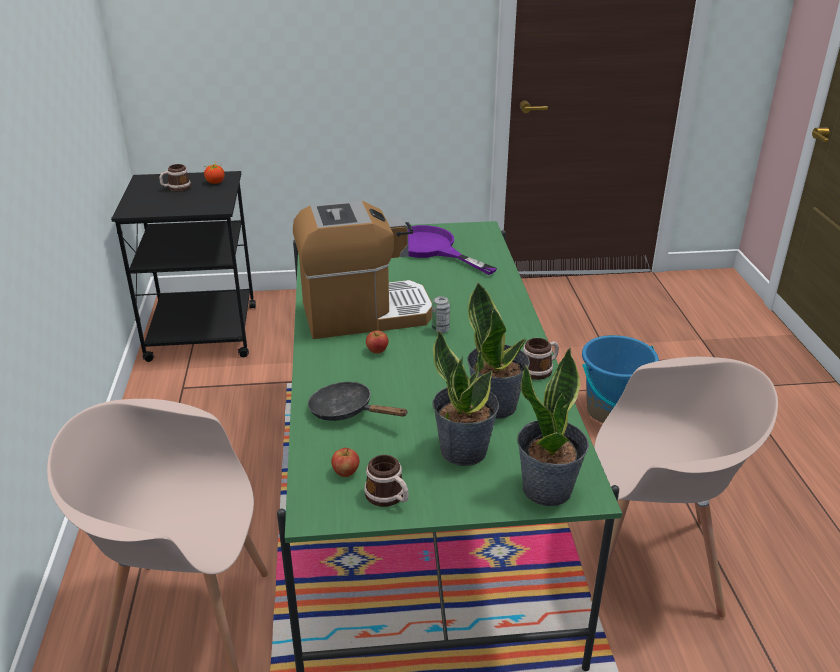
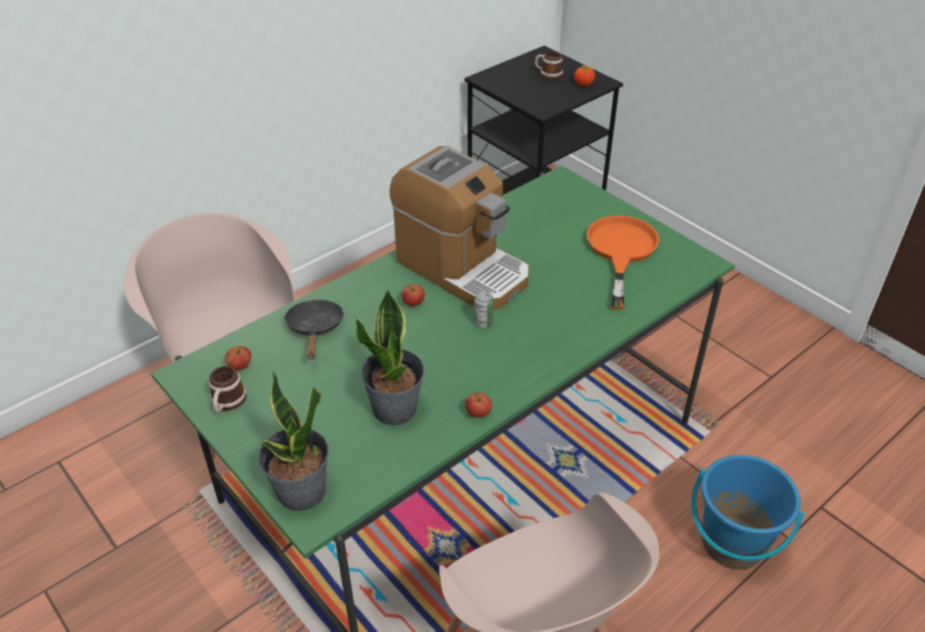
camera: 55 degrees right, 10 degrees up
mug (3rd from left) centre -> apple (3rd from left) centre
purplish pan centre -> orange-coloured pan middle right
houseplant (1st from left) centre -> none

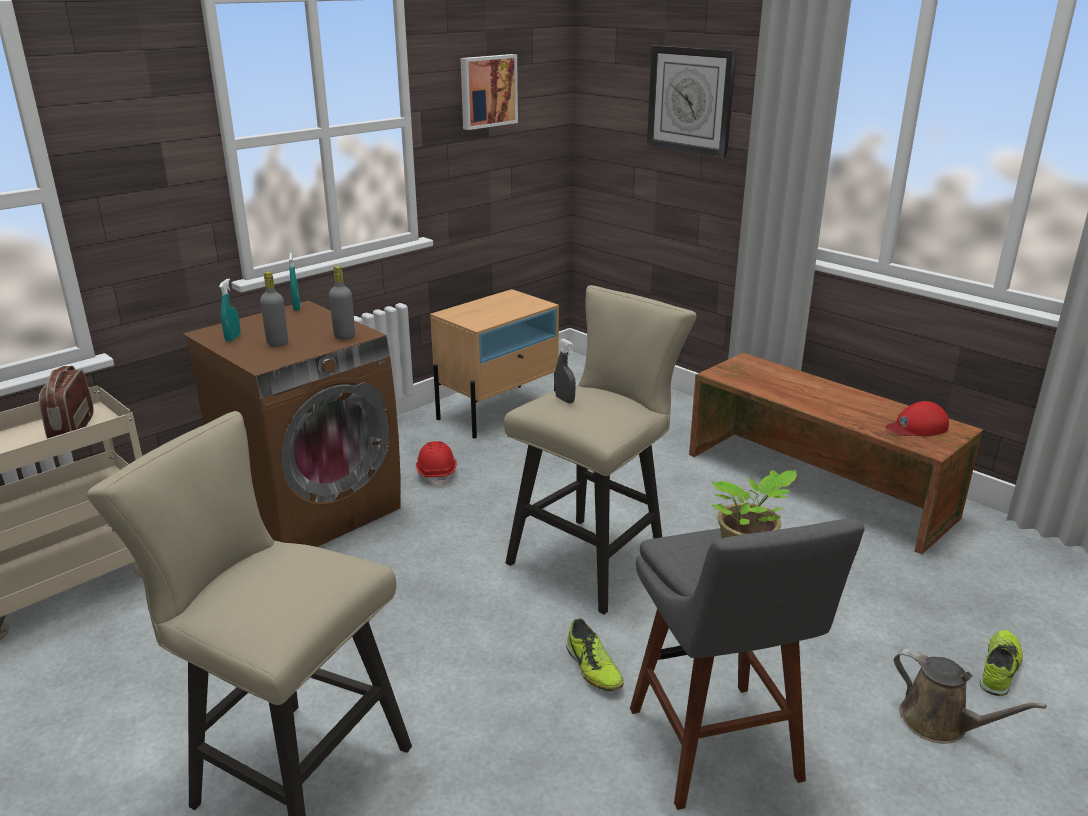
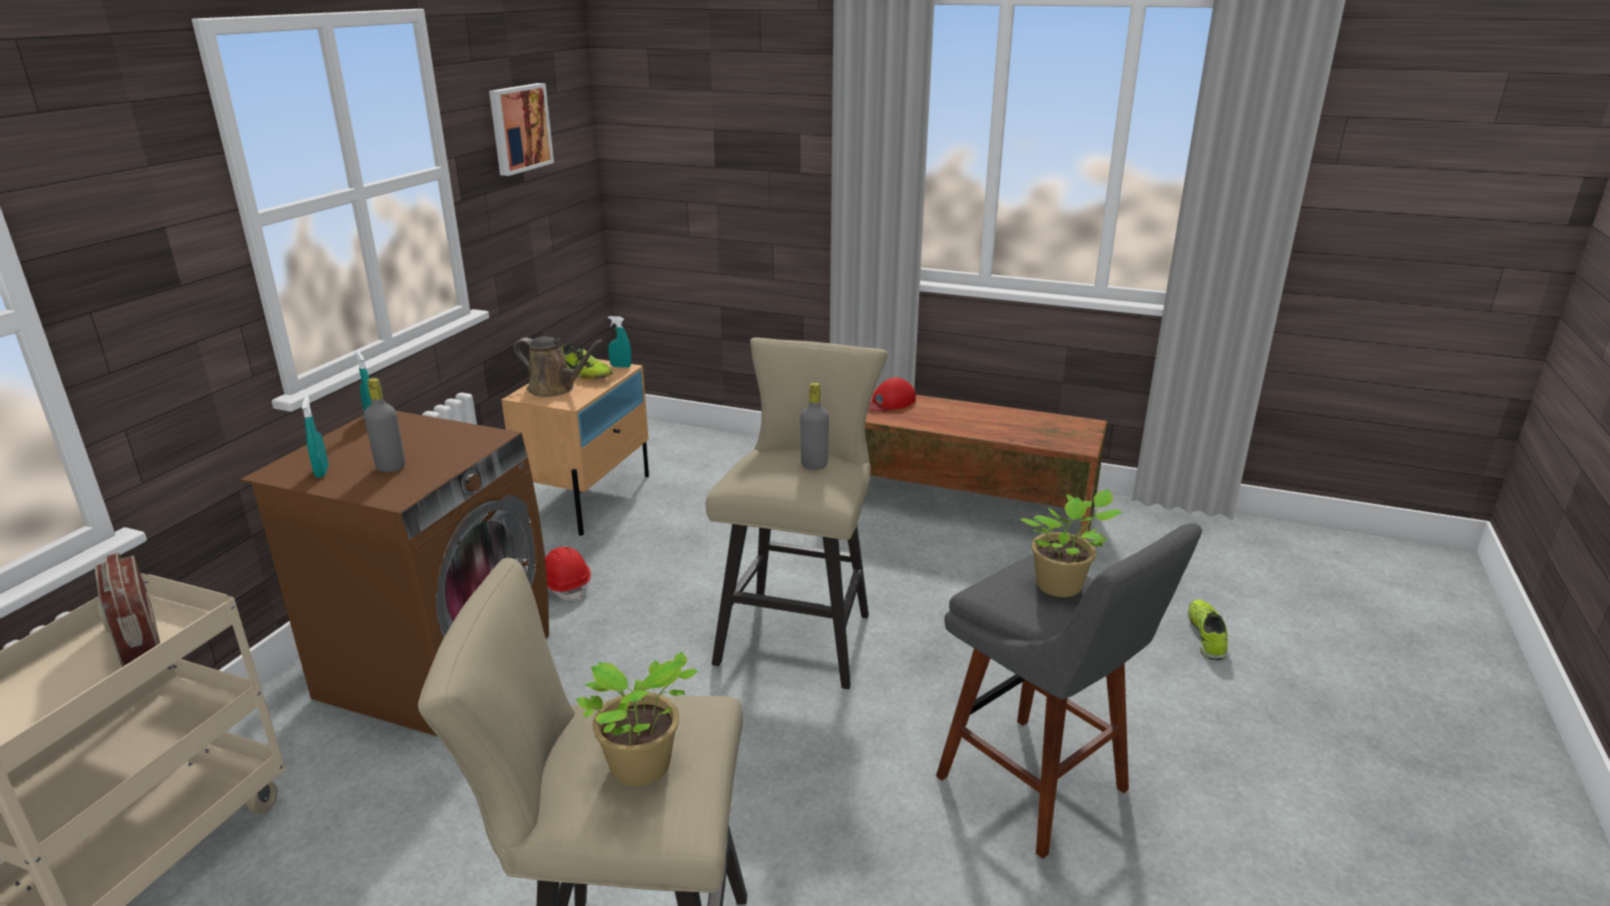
camera: 25 degrees left, 0 degrees up
brown-coloured watering pot bottom right -> brown-coloured watering pot centre, move
item of footwear (1st from left) bottom centre -> item of footwear (1st from left) centre, move
none -> houseplant (1st from left) bottom centre
none -> turquoise spray bottle (3rd from left) centre
grey bottle (2nd from left) middle left -> grey bottle (2nd from left) centre, move
red baseball cap middle right -> red baseball cap centre, move
grey spray bottle centre -> none
wall clock top centre -> none

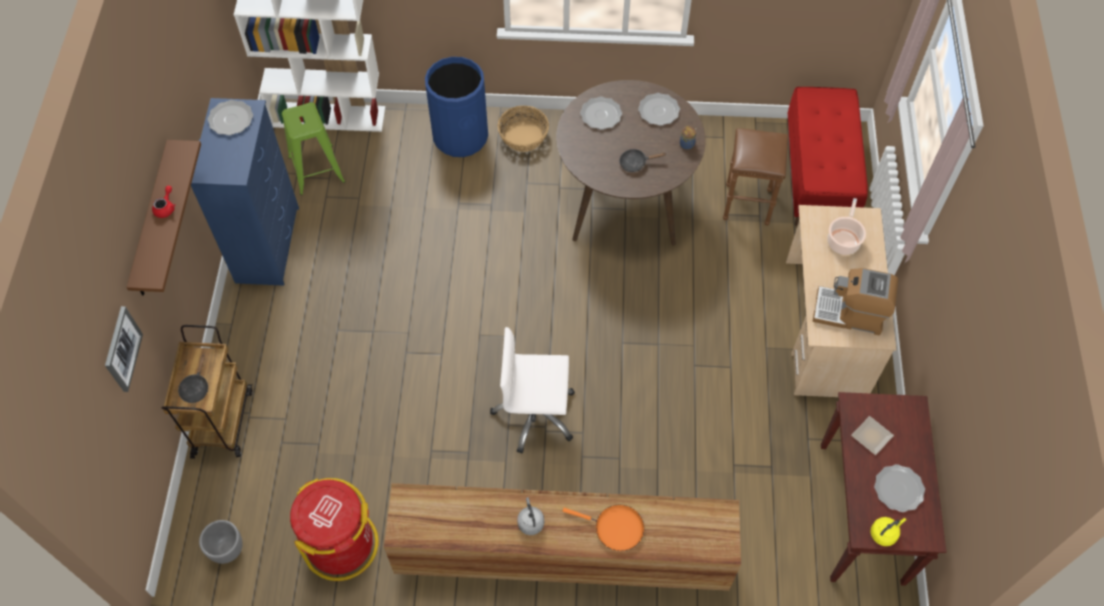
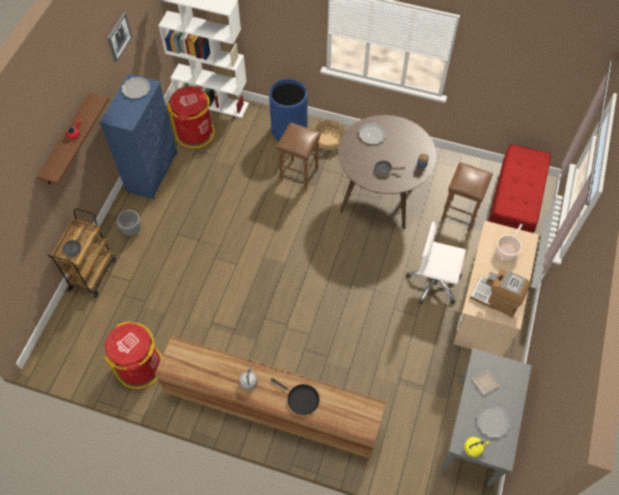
camera: 15 degrees right, 0 degrees up
wall picture middle left -> wall picture top left, move
grey plant pot bottom left -> grey plant pot middle left, move
greenish stool seat top left -> red waste bin (2nd from left) top left
orange-coloured pan bottom centre -> blackish pan (2nd from left) bottom centre
none -> brown-coloured stool seat (1st from left) top centre
whitish desk chair centre -> whitish desk chair middle right, move
brown-coloured hall table bottom right -> grey hall table bottom right
dinner plate (3rd from left) top centre -> none

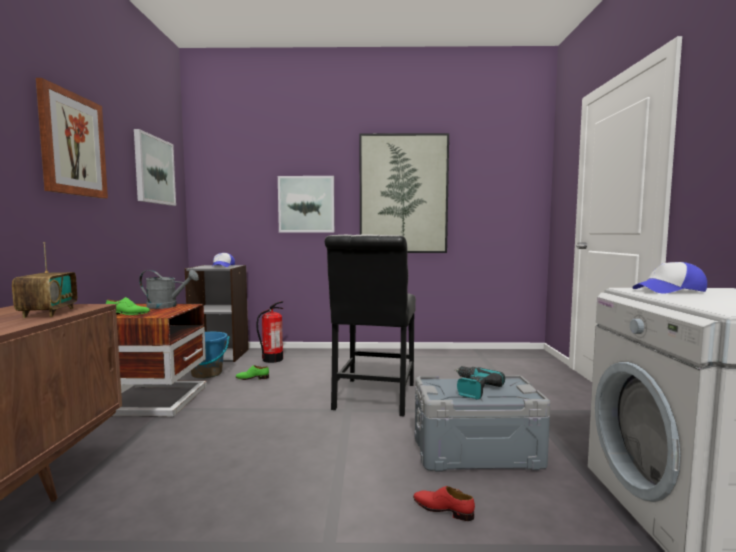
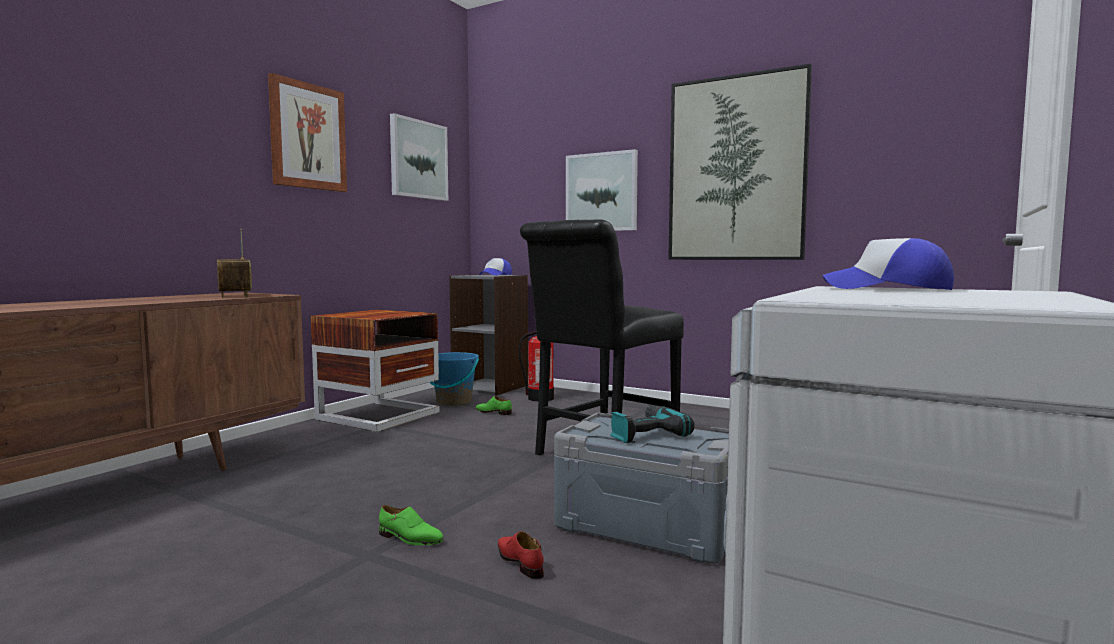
camera: 30 degrees right, 0 degrees up
radio receiver middle left, 135 degrees clockwise
greenish item of footwear (1st from left) middle left -> greenish item of footwear (1st from left) bottom centre, move
grey watering pot middle left -> none

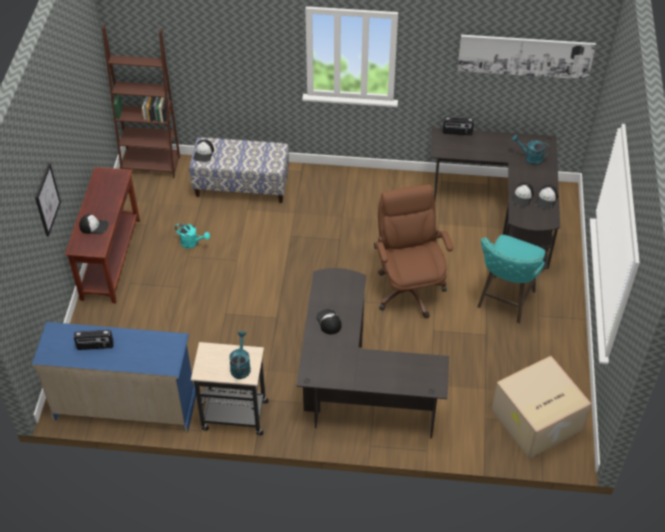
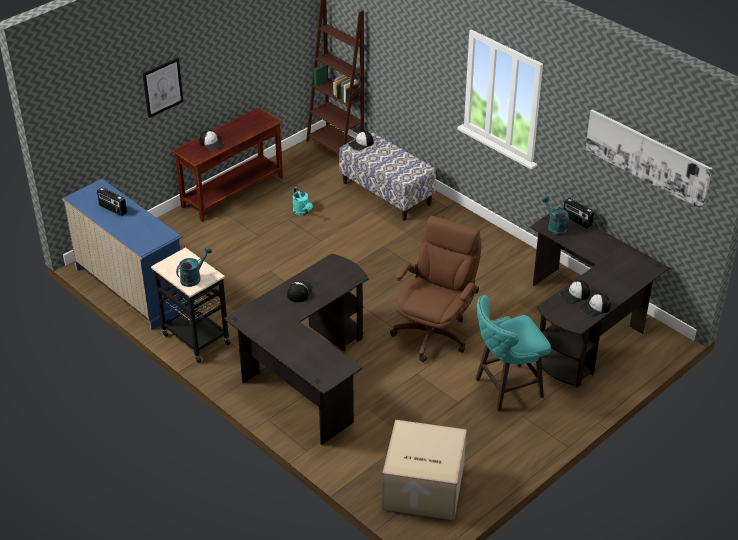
camera: 40 degrees right, 10 degrees down
turquoise watering pot (3rd from left) top right -> turquoise watering pot (3rd from left) middle right, move

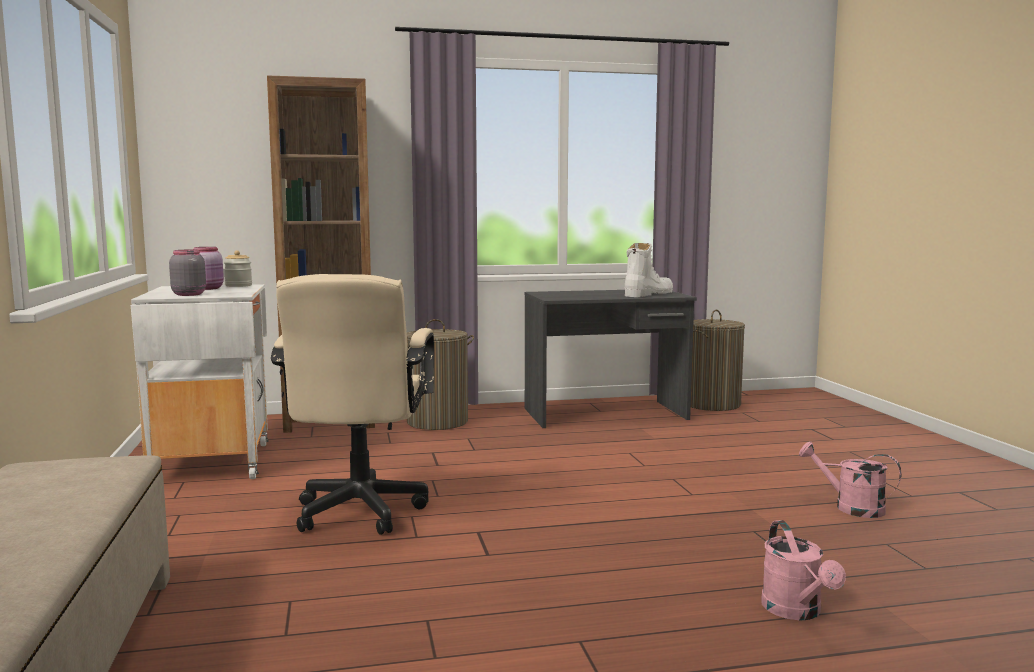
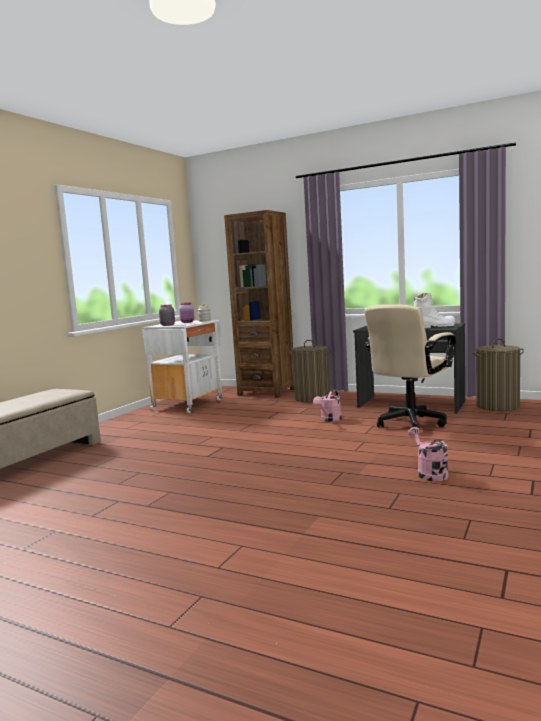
camera: 40 degrees right, 0 degrees up
pinkish watering pot (1st from left) bottom right -> pinkish watering pot (1st from left) centre, move
beige-coloured desk chair centre -> beige-coloured desk chair middle right, move

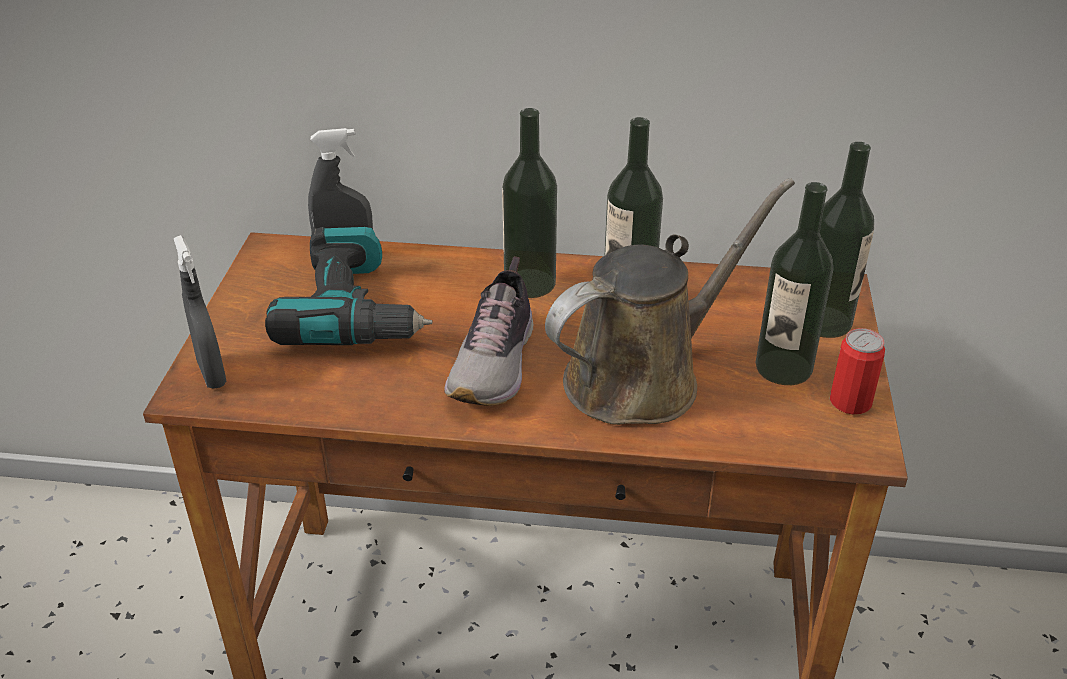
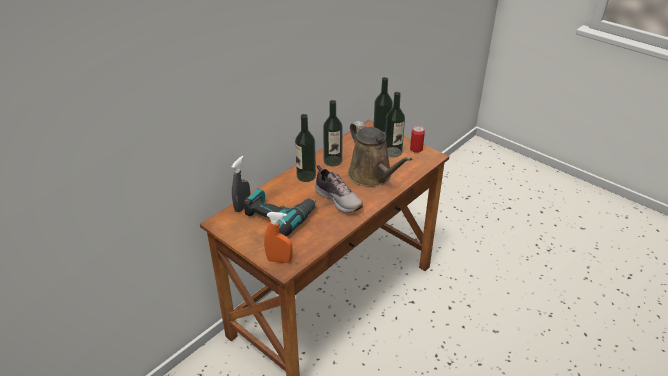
camera: 55 degrees left, 0 degrees up
grey spray bottle (1st from left) middle left -> orange-coloured spray bottle centre
brown-coloured watering pot centre, 150 degrees clockwise

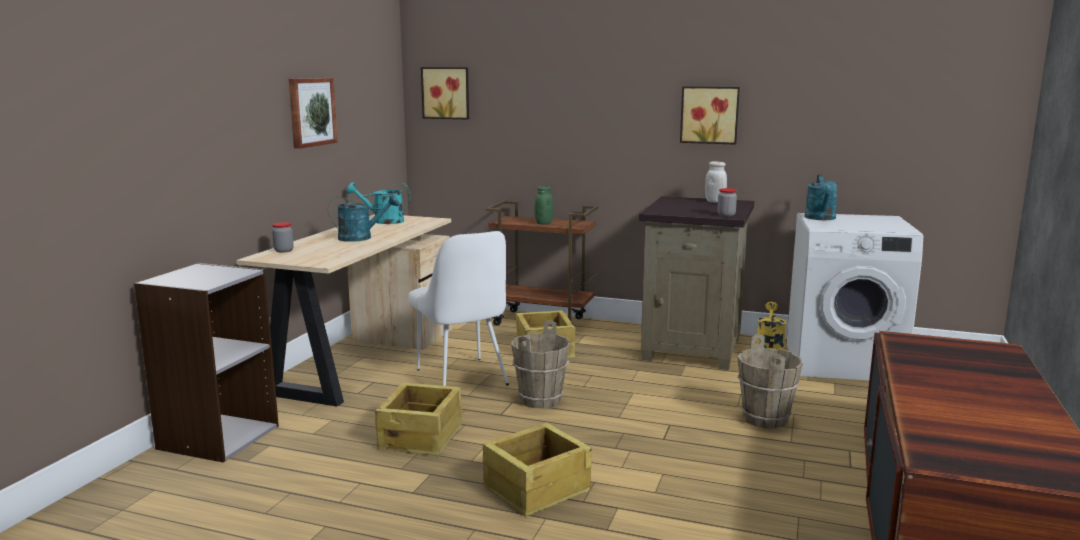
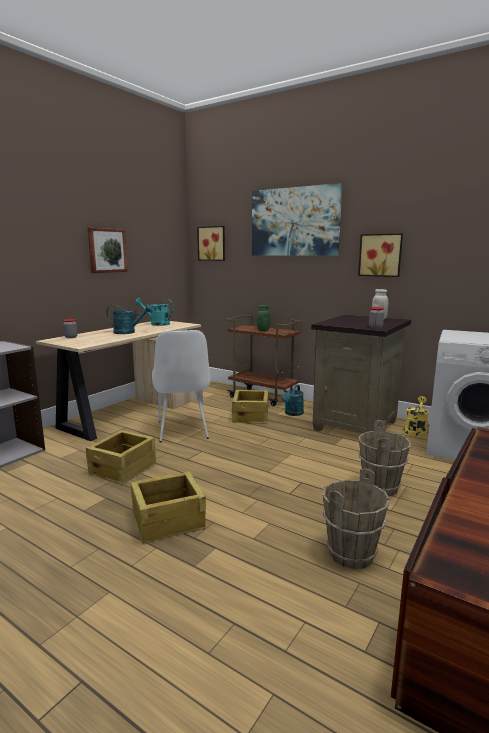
camera: 15 degrees right, 0 degrees up
none -> wall picture (3rd from left) top centre
turquoise watering pot (3rd from left) middle right -> turquoise watering pot (3rd from left) centre, move
brown-coloured bucket (1st from left) bottom centre -> brown-coloured bucket (1st from left) bottom right, move

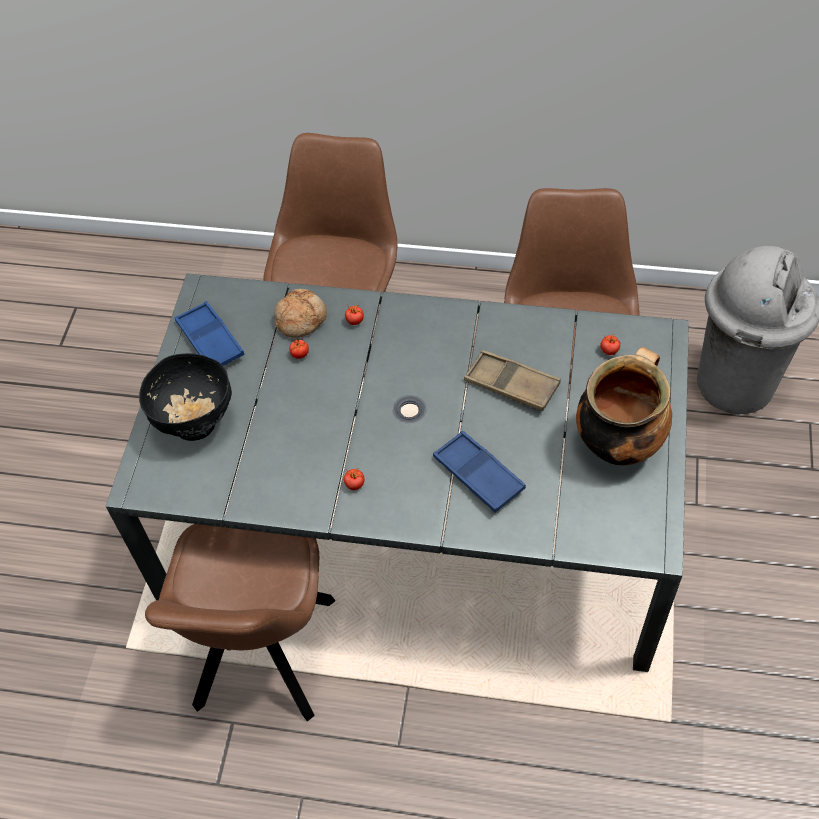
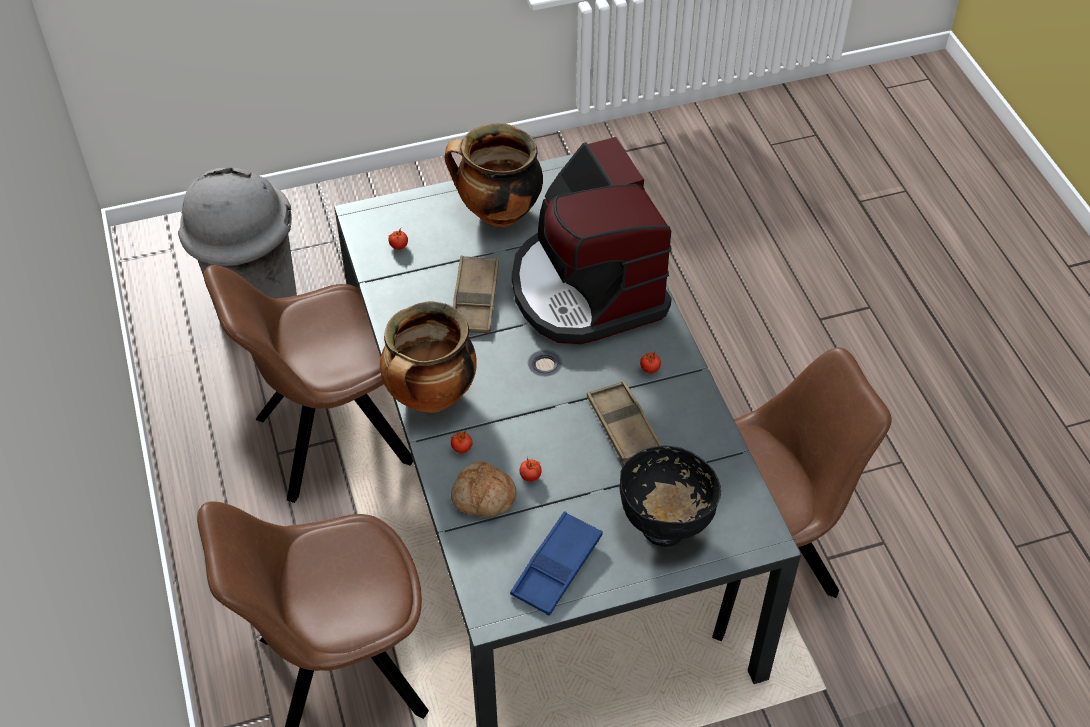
camera: 120 degrees left, 5 degrees down
none -> cooking pot (1st from left) centre
bluish serving tray (2nd from left) centre -> coffee maker top centre
none -> brown-coloured serving tray (2nd from left) centre

